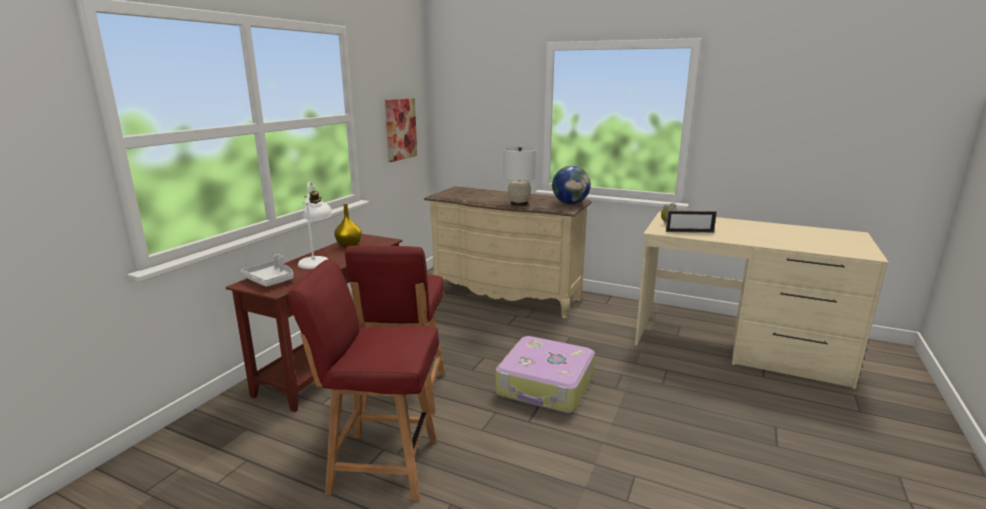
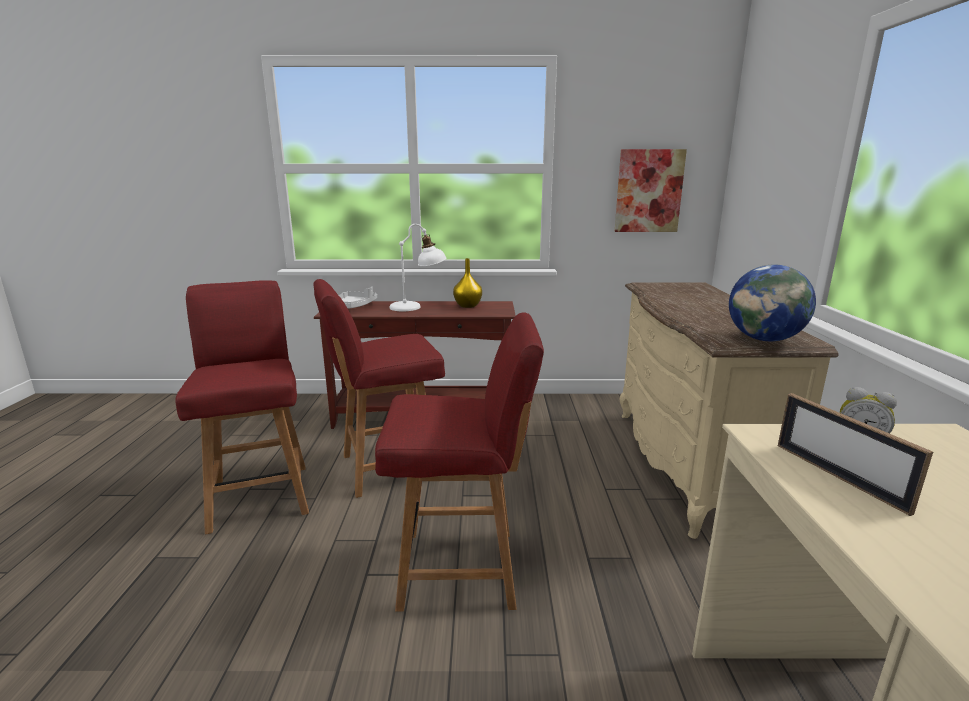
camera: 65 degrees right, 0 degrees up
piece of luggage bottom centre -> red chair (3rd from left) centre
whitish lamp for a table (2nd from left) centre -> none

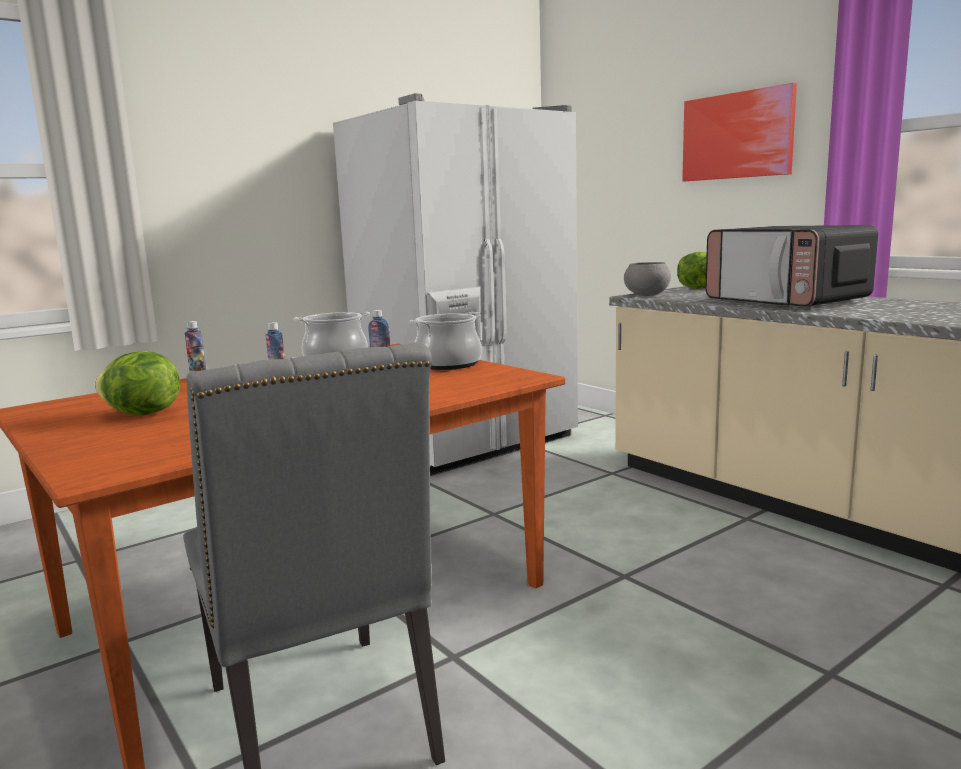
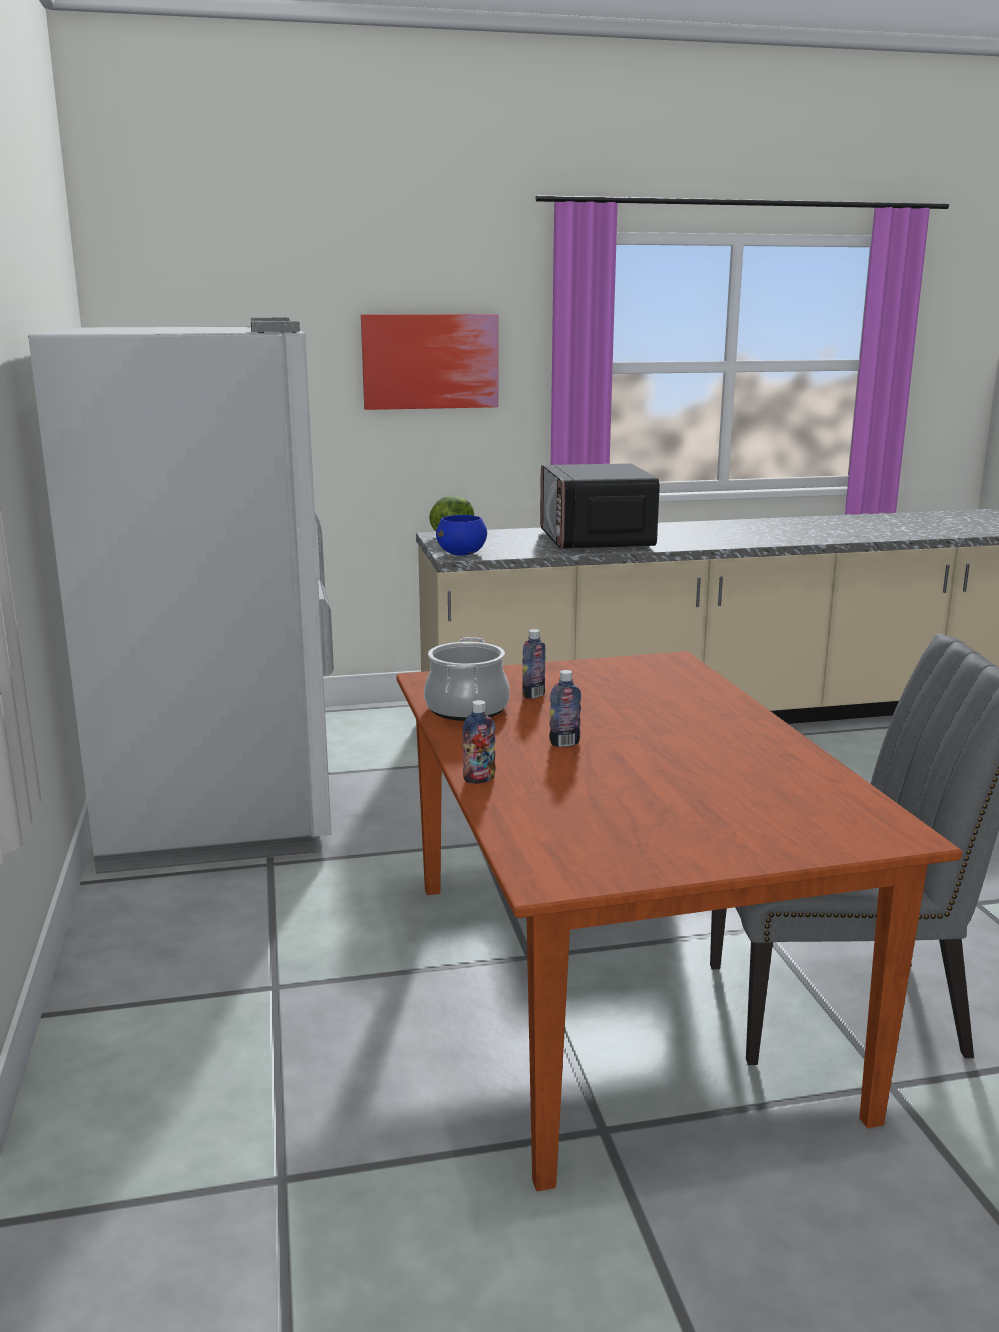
camera: 65 degrees left, 5 degrees up
grey deep dish middle right -> bluish deep dish centre
kitchen microwave middle right -> kitchen microwave centre, 90 degrees clockwise
lettuce head (1st from left) middle left -> none
cooking pot (2nd from left) centre -> none

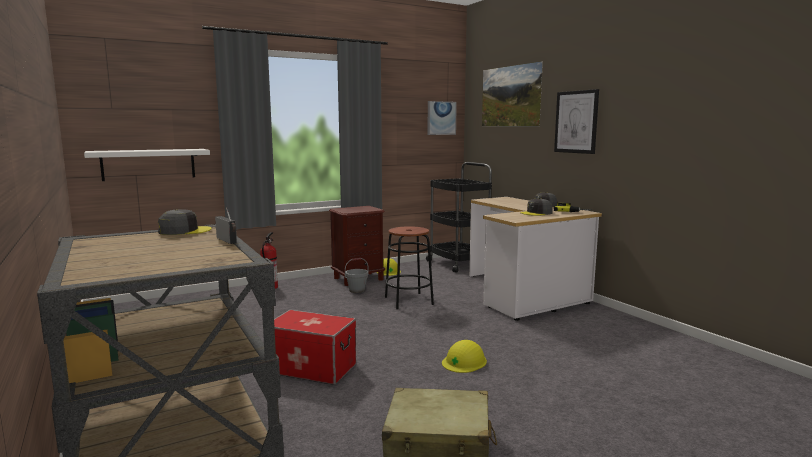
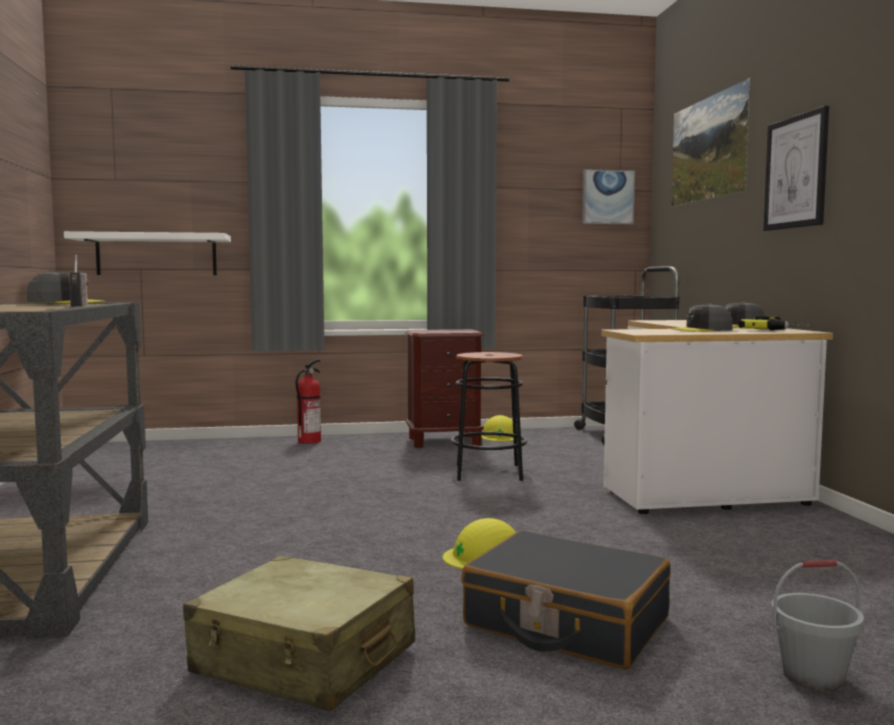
camera: 20 degrees right, 5 degrees down
none -> blackish piece of luggage bottom centre
grey bucket centre -> grey bucket bottom right, move
storage bin bottom centre -> none

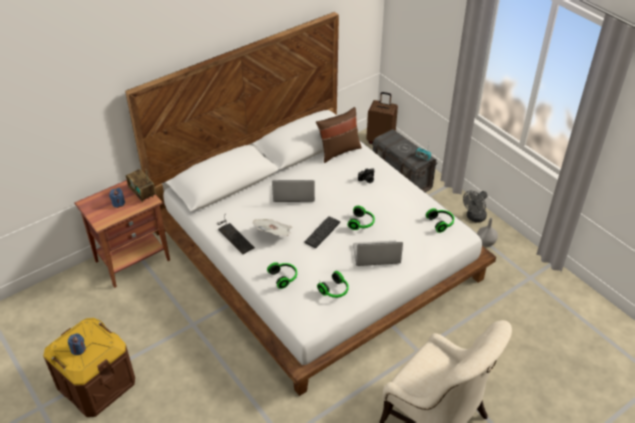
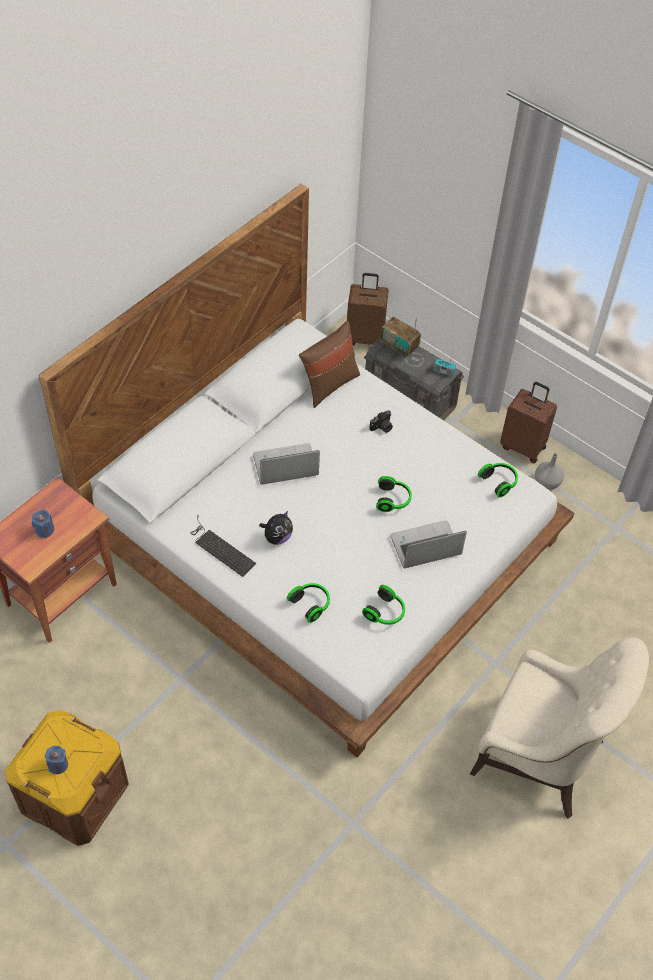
camera: 15 degrees left, 10 degrees up
printed paper centre -> plush toy centre
radio receiver (1st from left) middle left -> radio receiver (1st from left) centre, move
grey fan middle right -> brown-coloured piece of luggage (2nd from left) middle right
keyboard (2nd from left) centre -> none

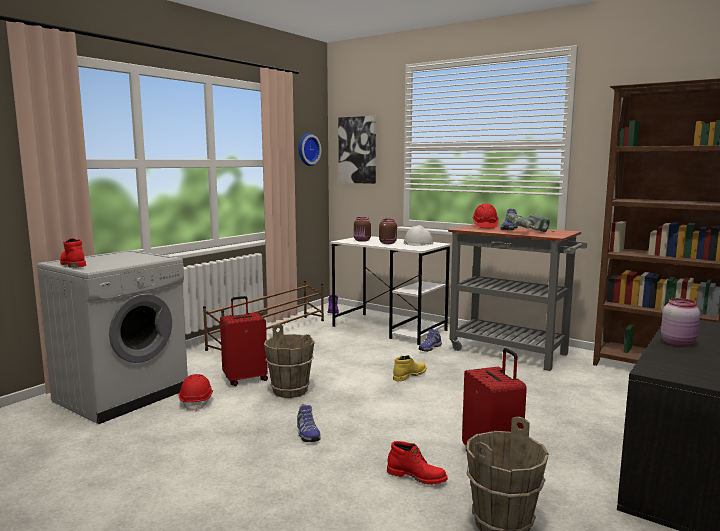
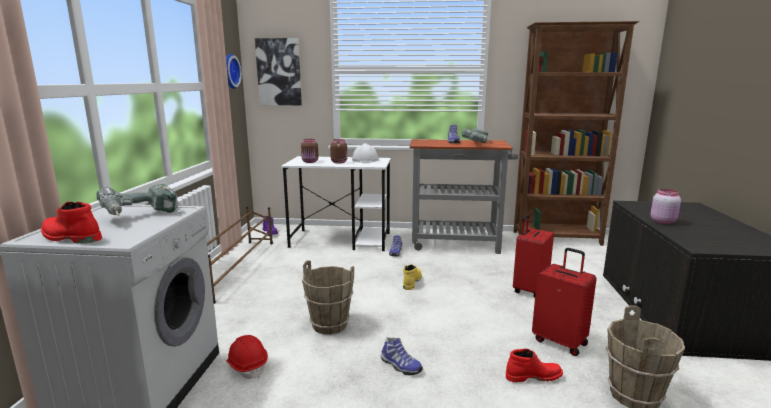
camera: 30 degrees left, 5 degrees up
none -> electric drill (1st from left) middle left
red piece of luggage (1st from left) centre -> red piece of luggage (1st from left) middle right, move
red safety helmet (2nd from left) middle right -> none

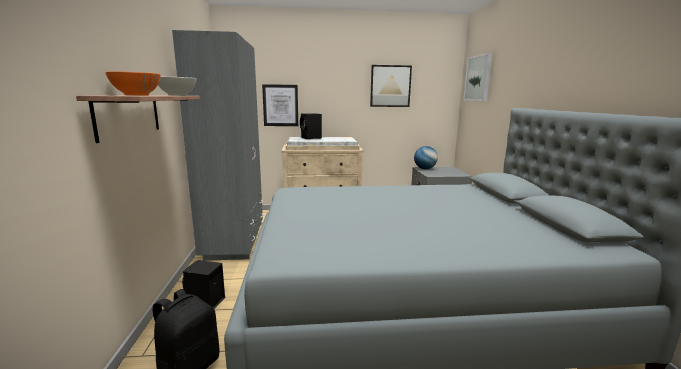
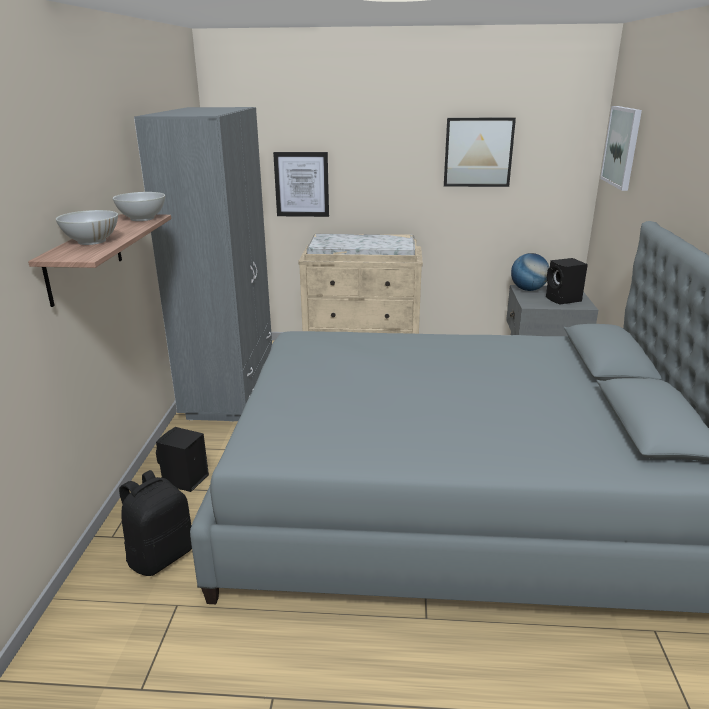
camera: 10 degrees right, 10 degrees up
orange-coloured deep dish top left -> whitish deep dish (1st from left) top left
blackish loudspeaker (2nd from left) centre -> blackish loudspeaker (2nd from left) middle right, move

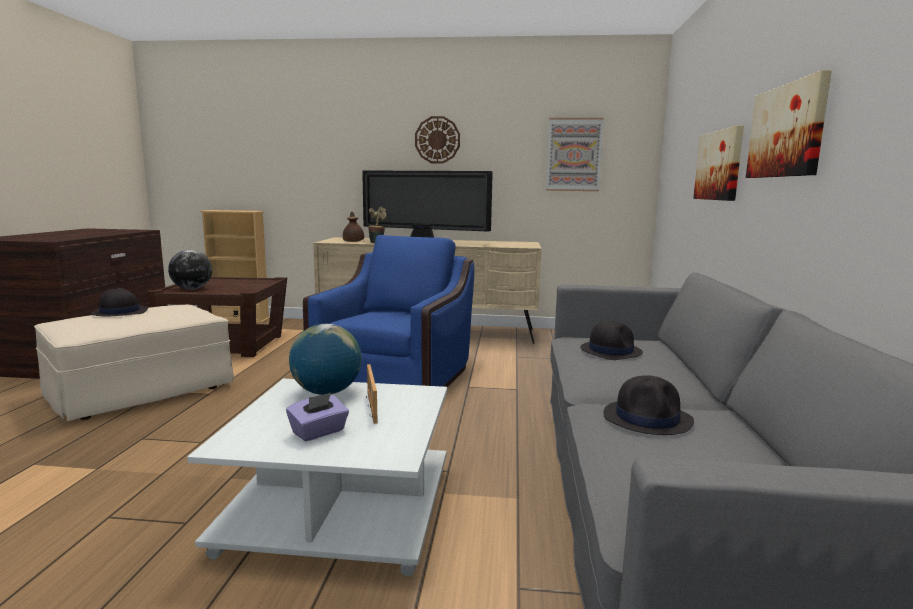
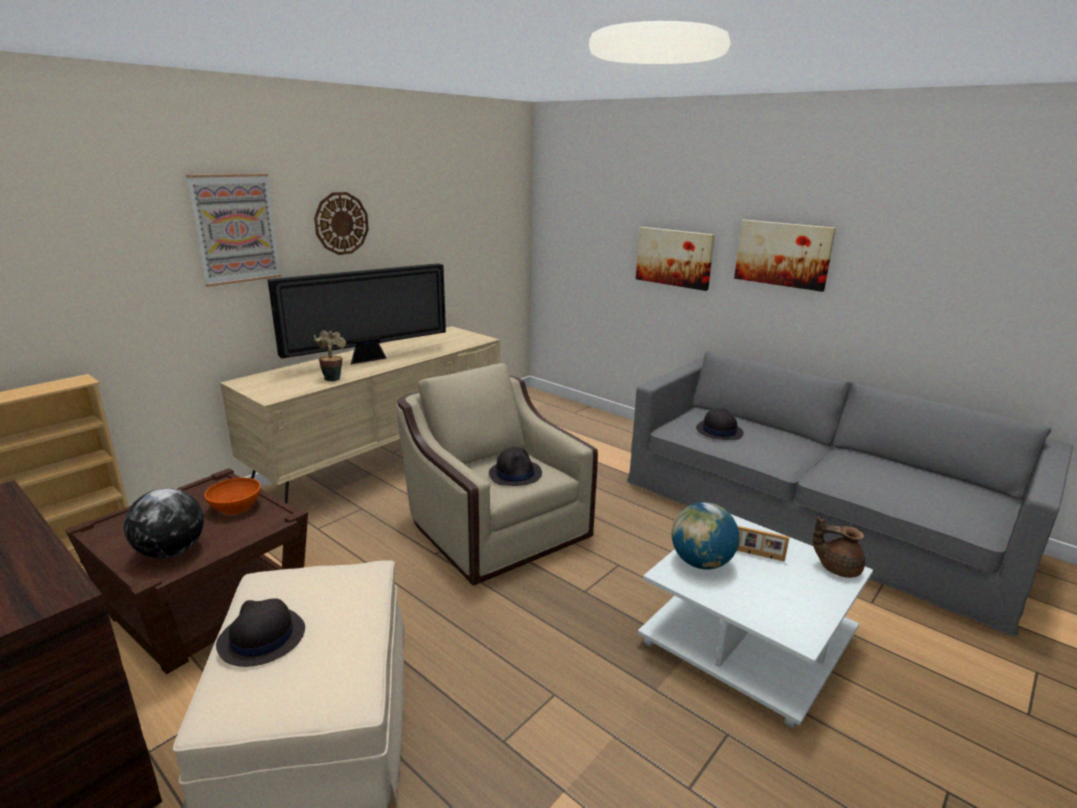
camera: 55 degrees left, 10 degrees up
wall picture (1st from left) top centre -> wall picture (1st from left) top left, move
none -> orange-coloured deep dish middle left
bluish armchair centre -> beige-coloured armchair centre
blackish wearable hat (3rd from left in the first image) middle right -> blackish wearable hat (2nd from left) centre, move
brown-coloured tea pot centre -> brown-coloured tea pot bottom right, move
purplish box of tissues bottom centre -> none

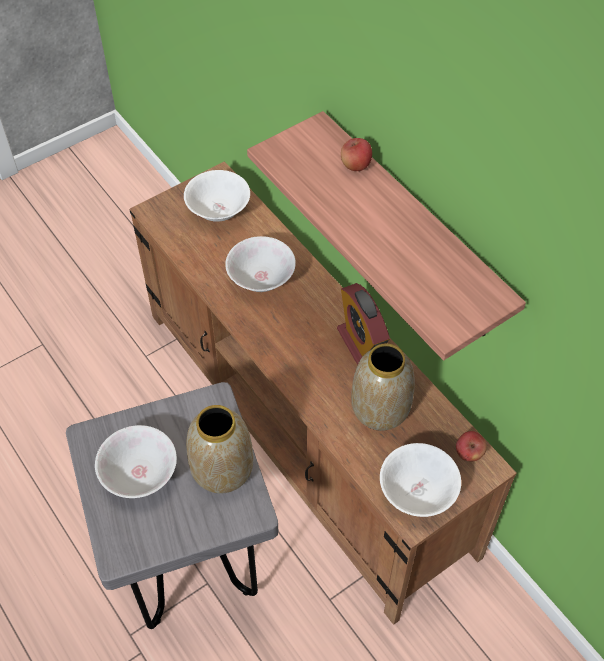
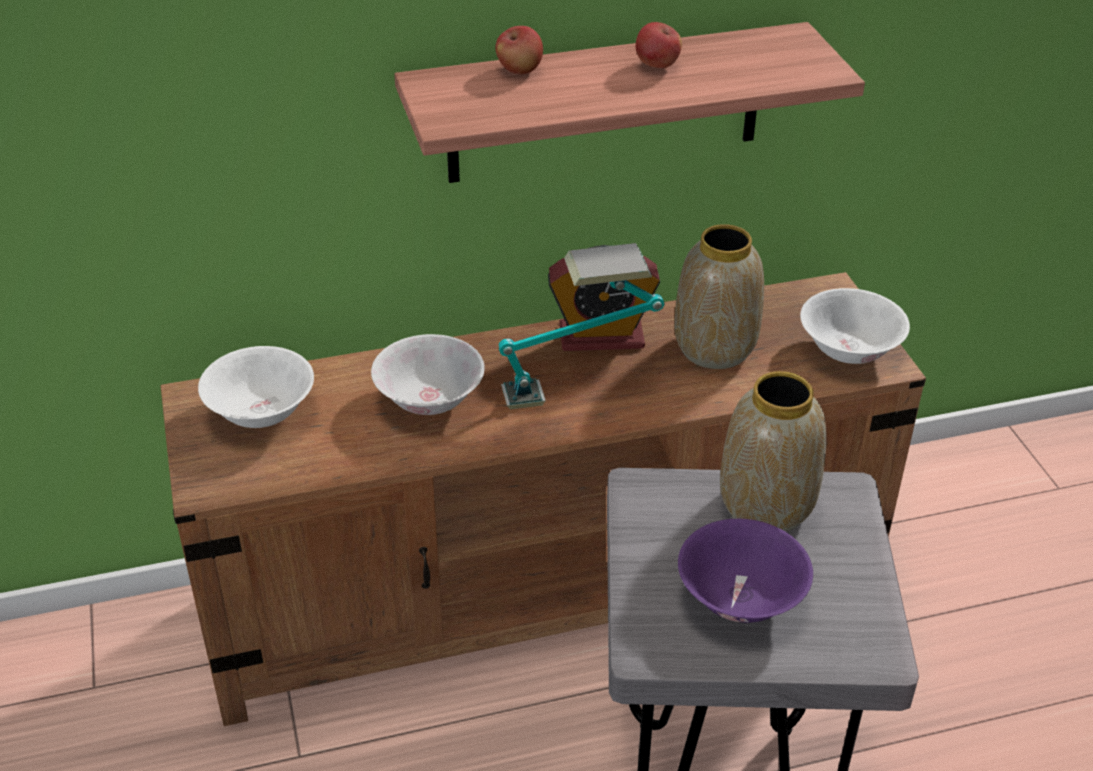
camera: 70 degrees left, 15 degrees down
none -> lamp for a table centre
apple (2nd from left) bottom right -> apple (2nd from left) top centre, move
whitish deep dish (1st from left) bottom left -> purplish deep dish bottom right

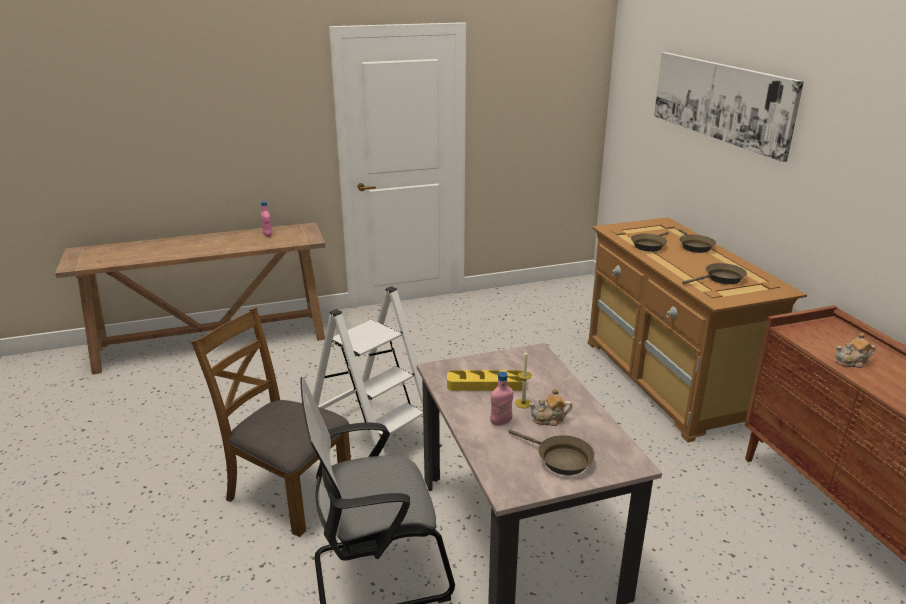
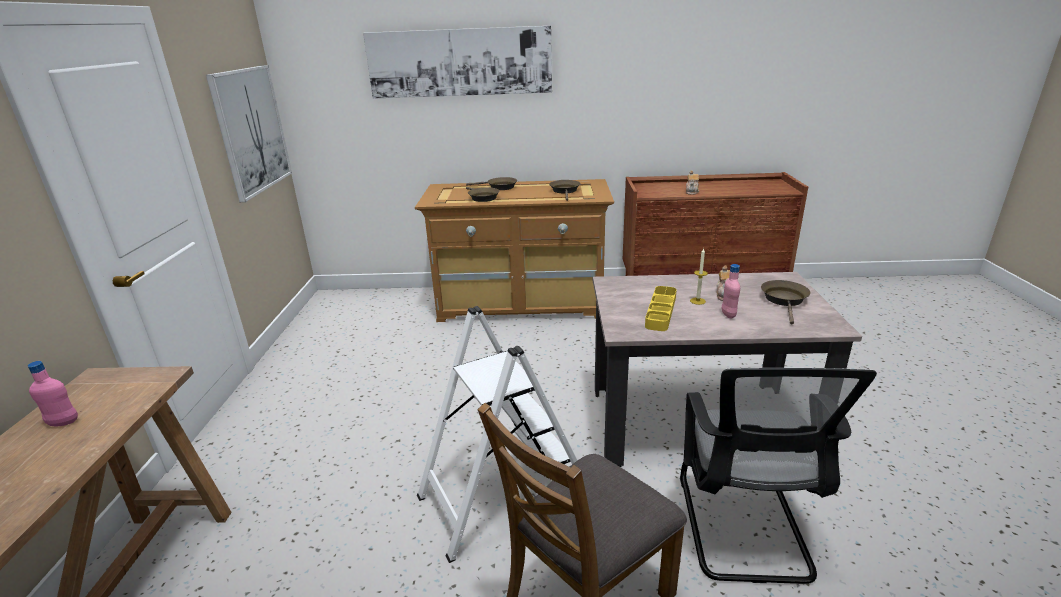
camera: 70 degrees left, 0 degrees up
none -> wall picture (1st from left) top left
brown-coloured pan (1st from left in the first image) bottom centre -> brown-coloured pan (4th from left) middle right, 45 degrees counterclockwise

